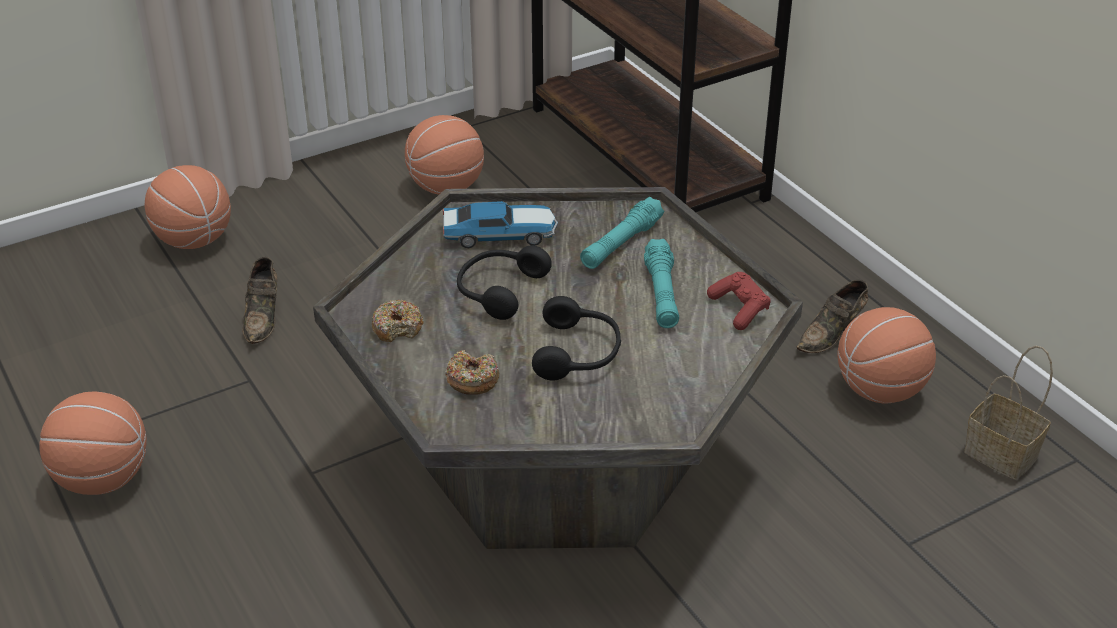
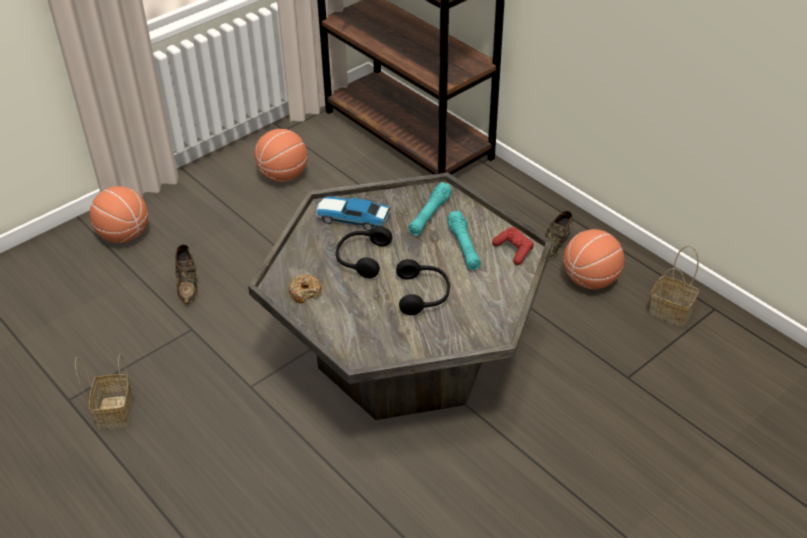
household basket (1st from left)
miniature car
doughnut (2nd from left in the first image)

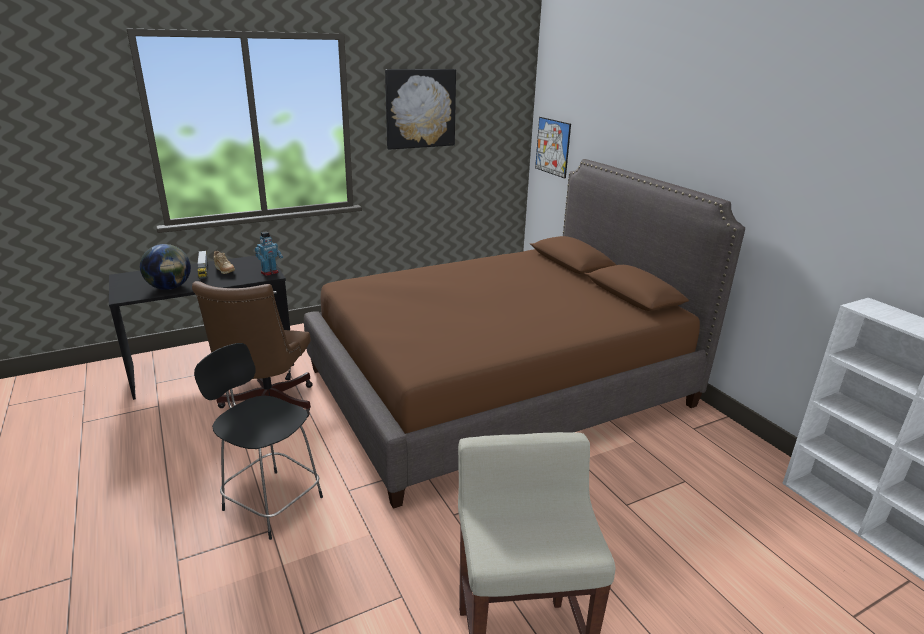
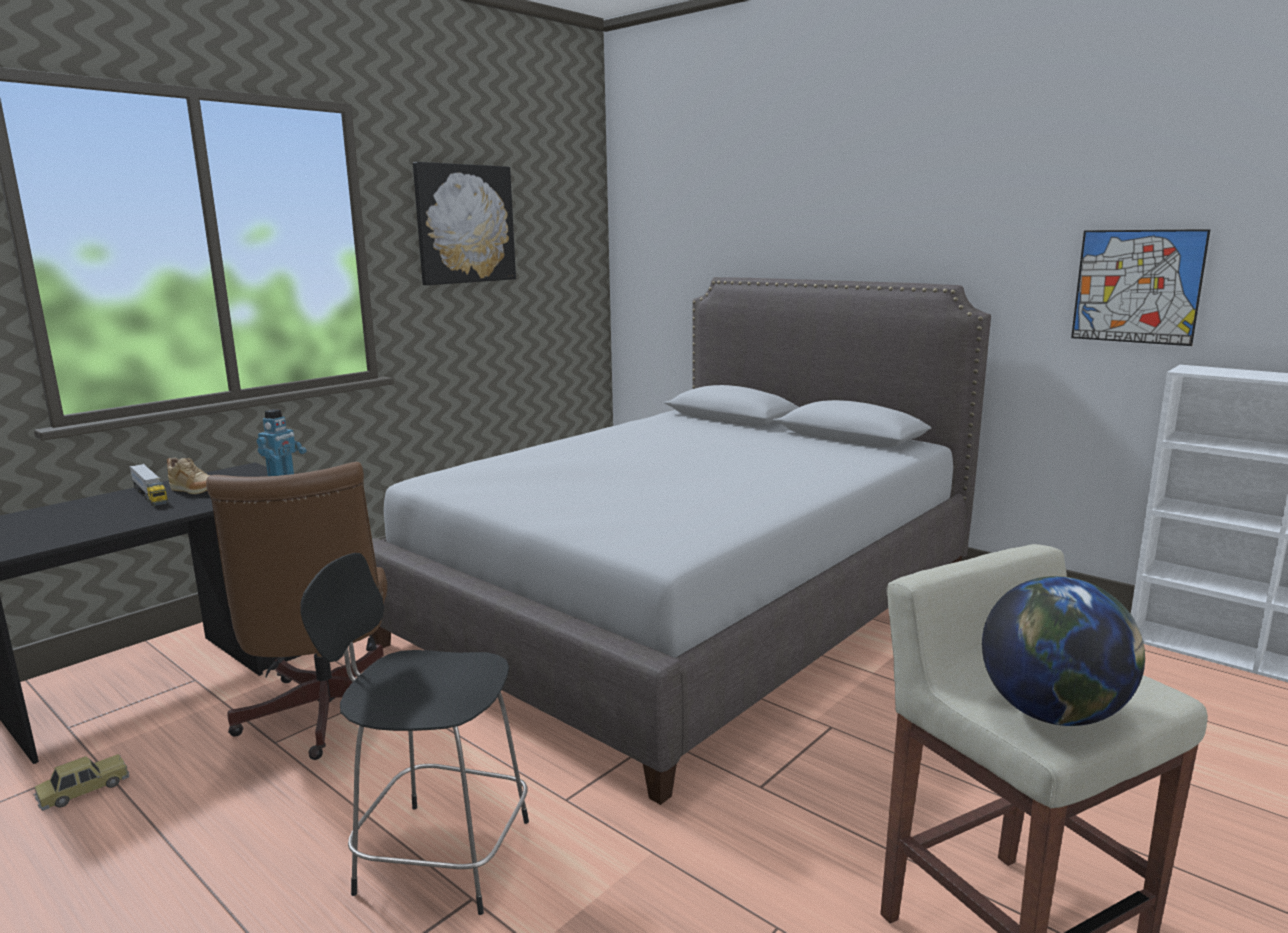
desk globe
gray bedroom bed
wall art (2nd from left)
miniature car

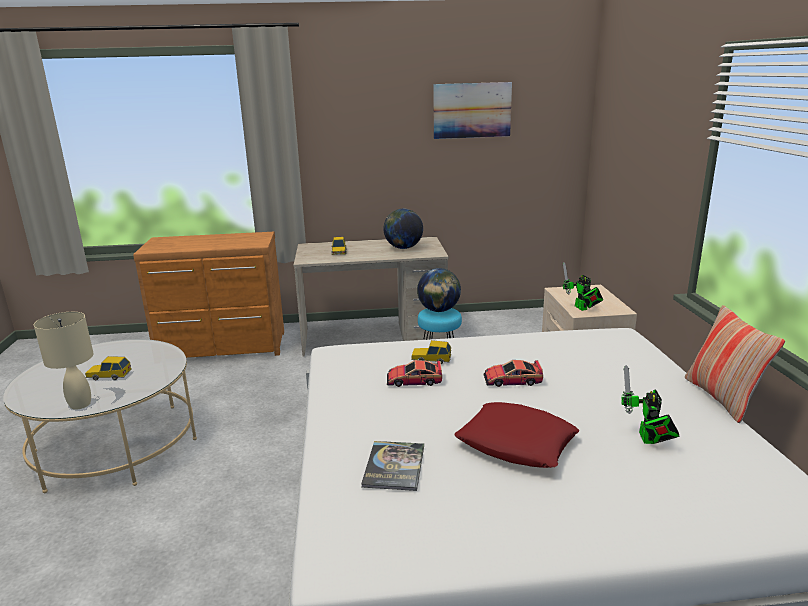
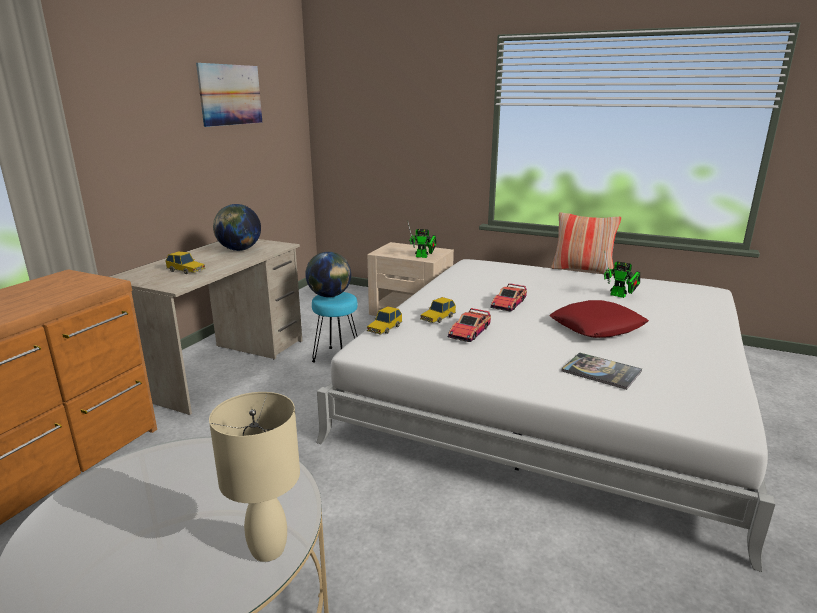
miniature car (2nd from left)

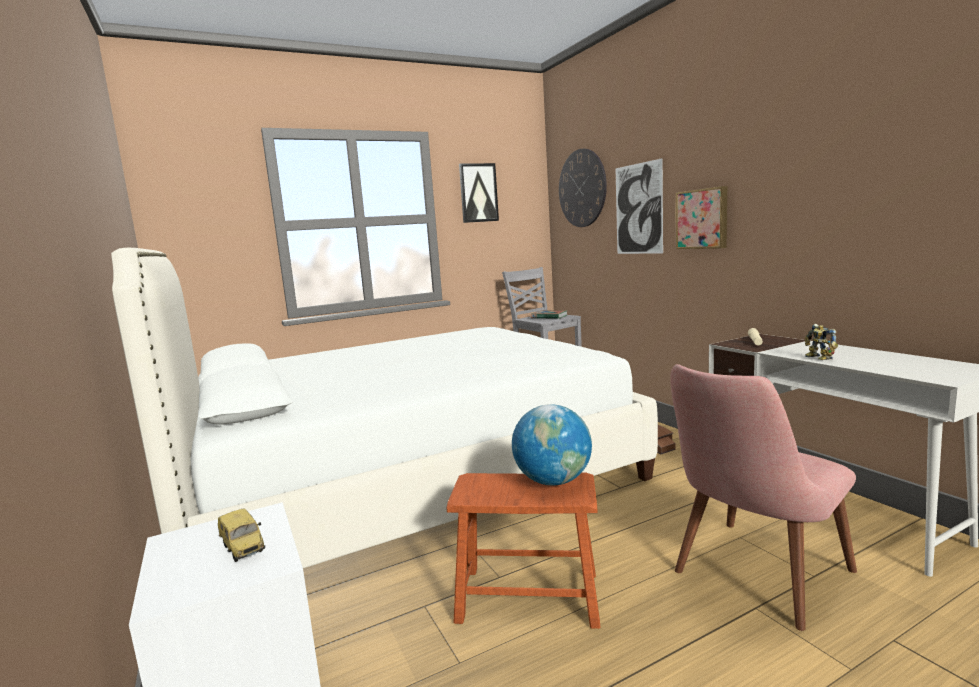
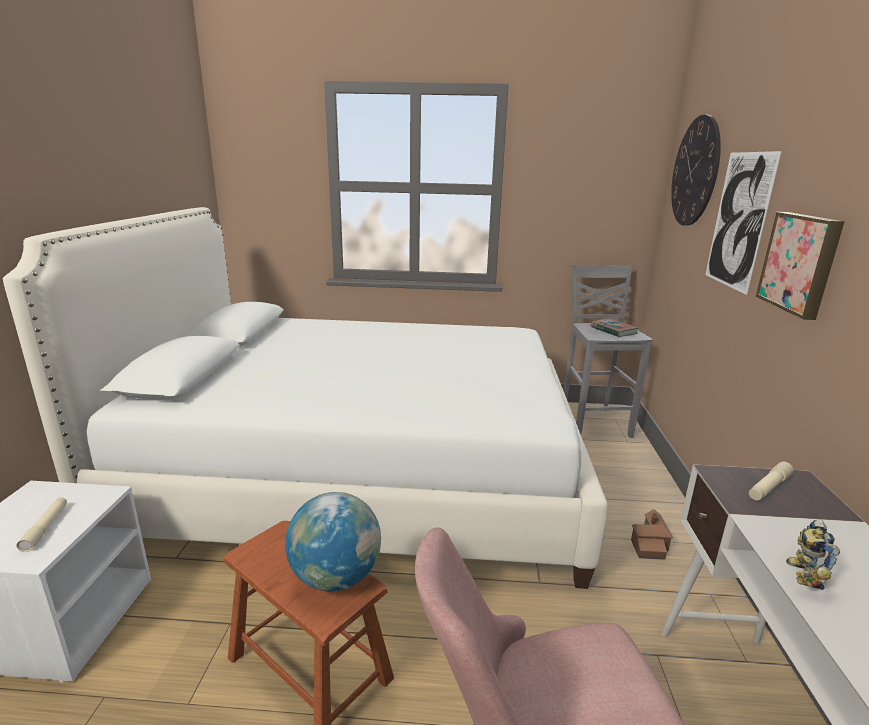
sand-coloured torch (1st from left)
wall art (1st from left in the first image)

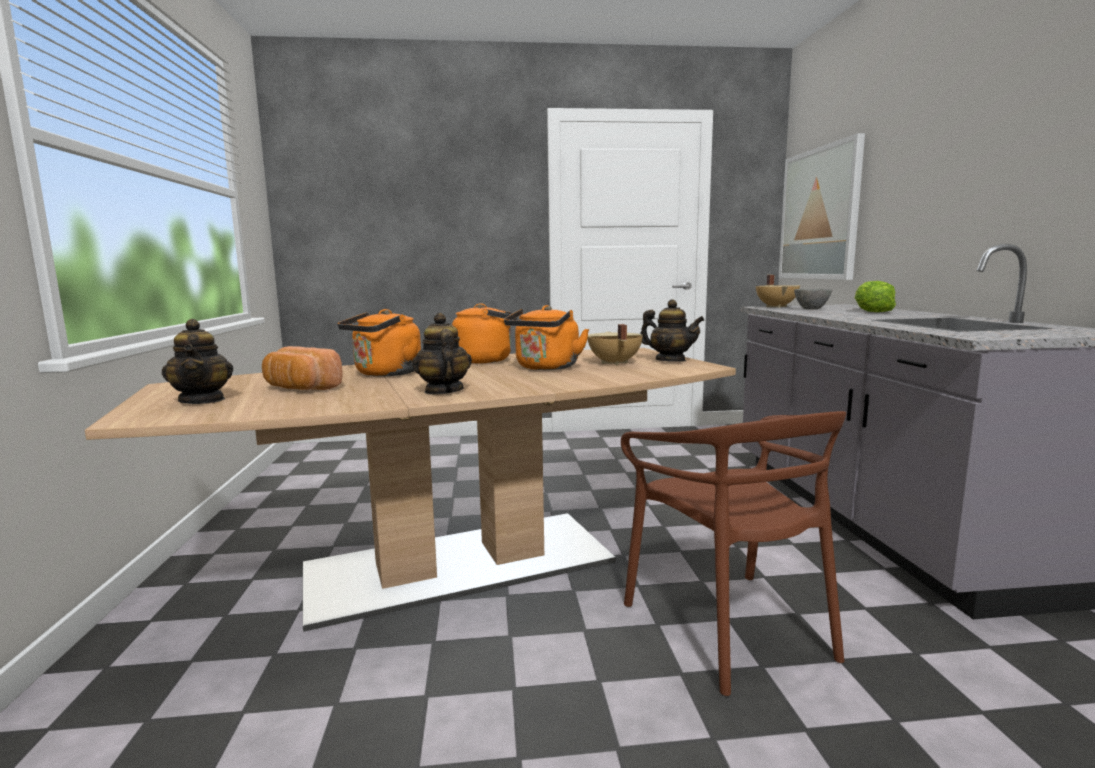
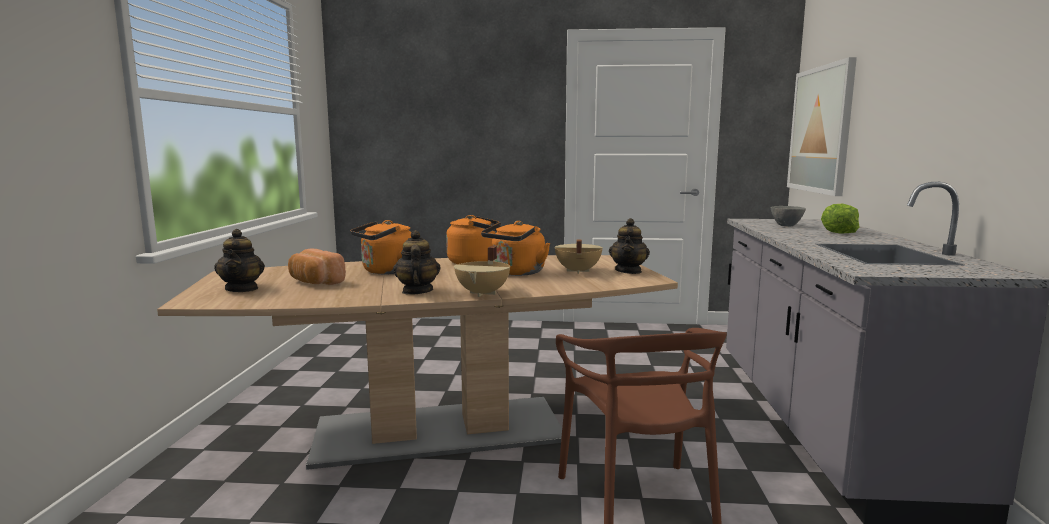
teapot (3rd from left)
sand-coloured stockpot (1st from left)

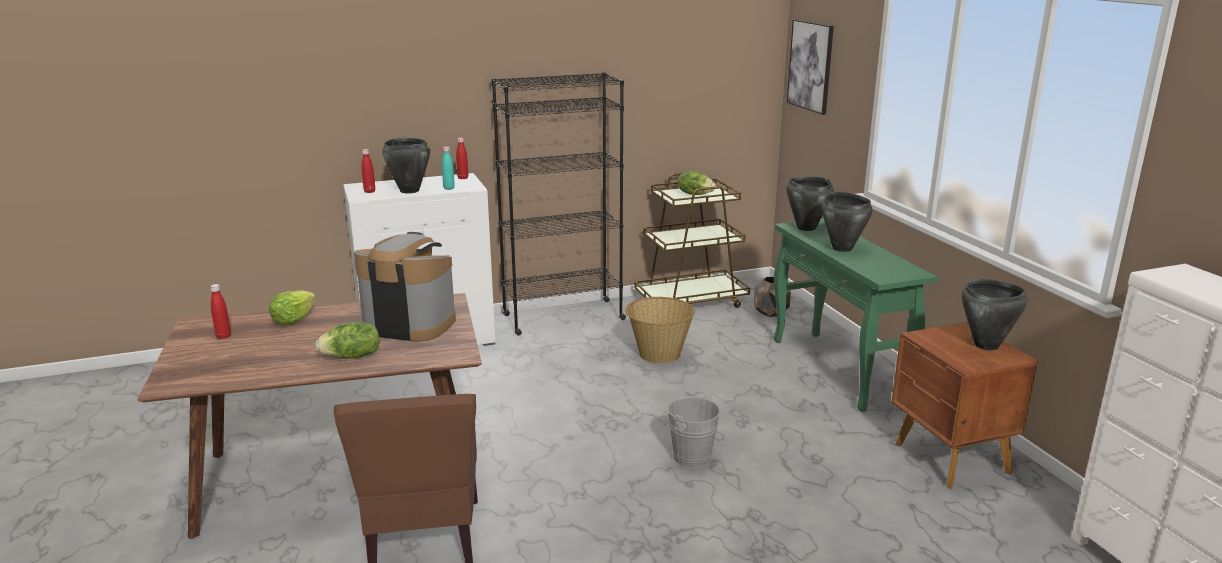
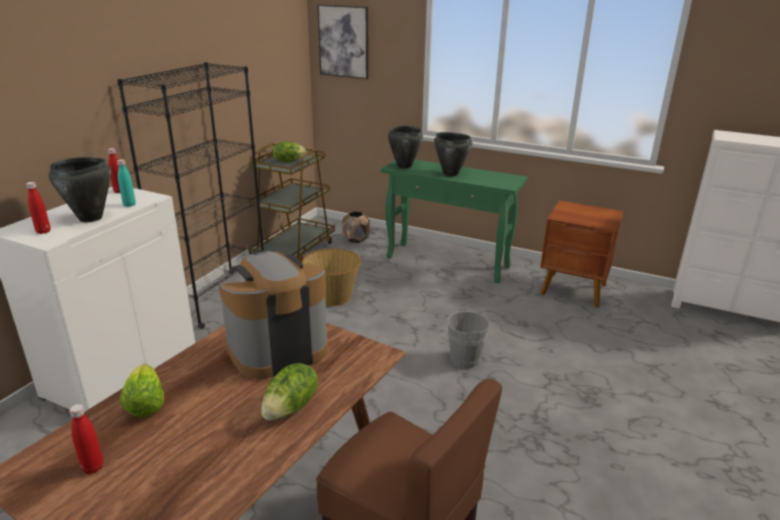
blackish stockpot (4th from left in the first image)

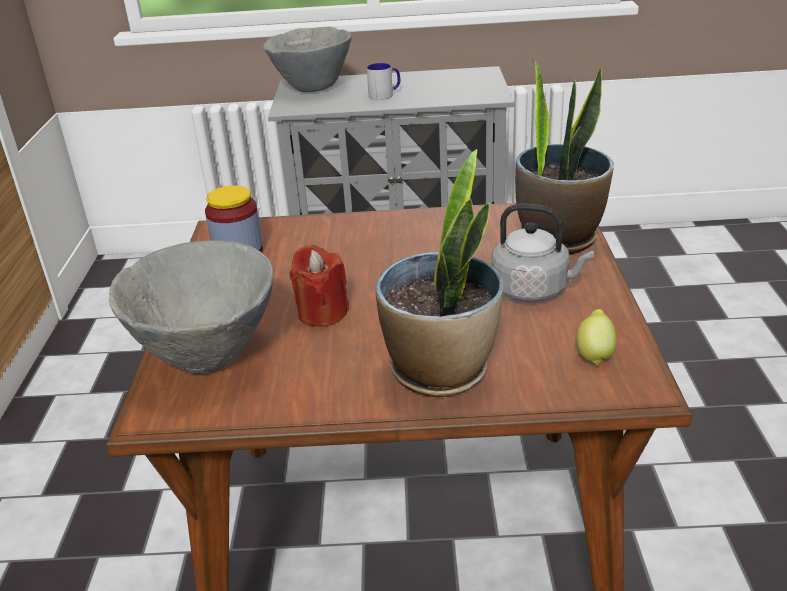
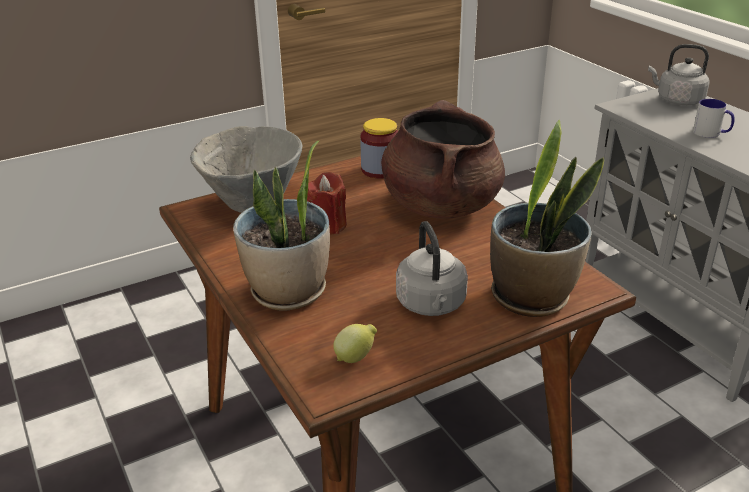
gray tea kettle (2nd from left)
brownish stockpot

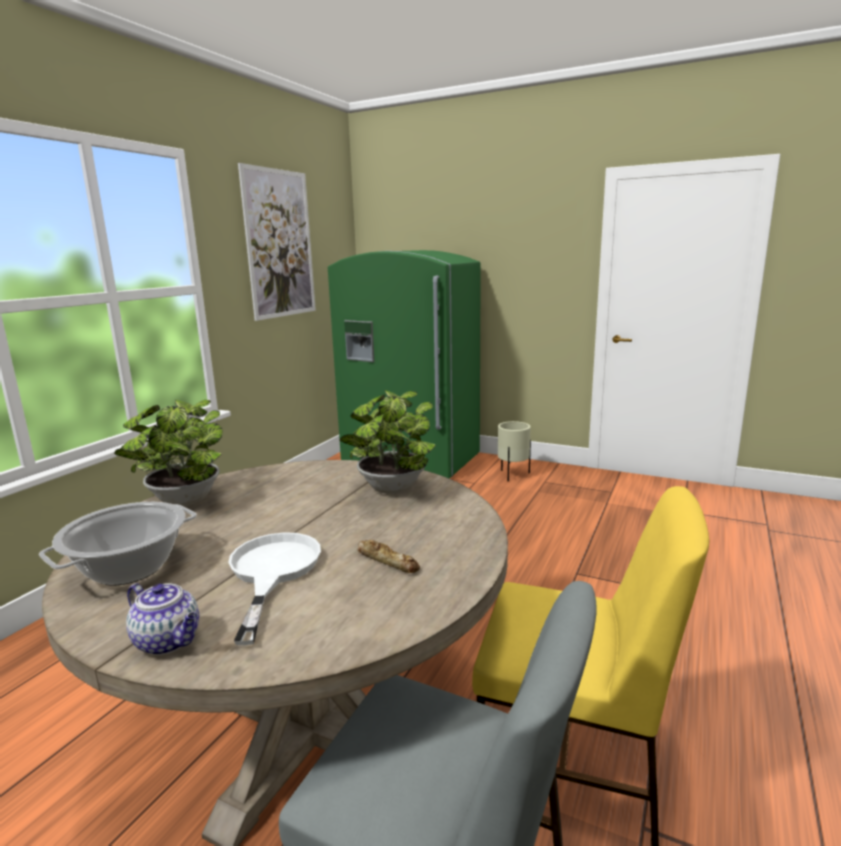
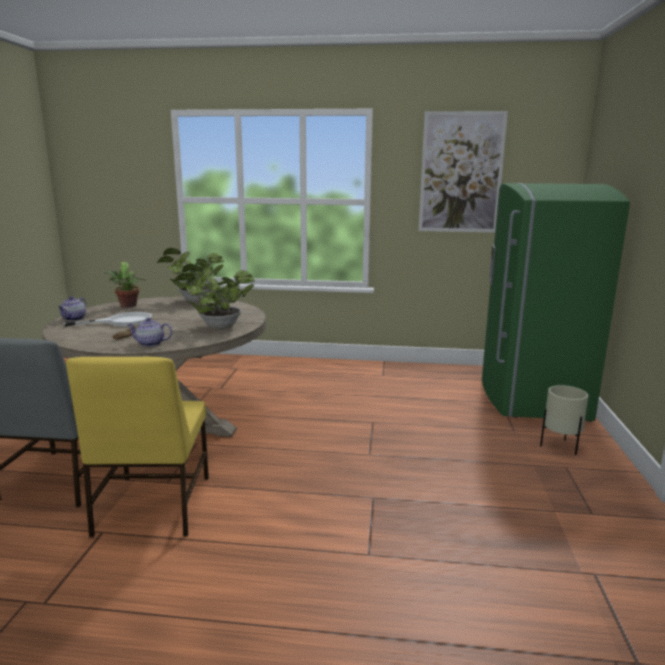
potted plant (1st from left)
teapot (2nd from left)

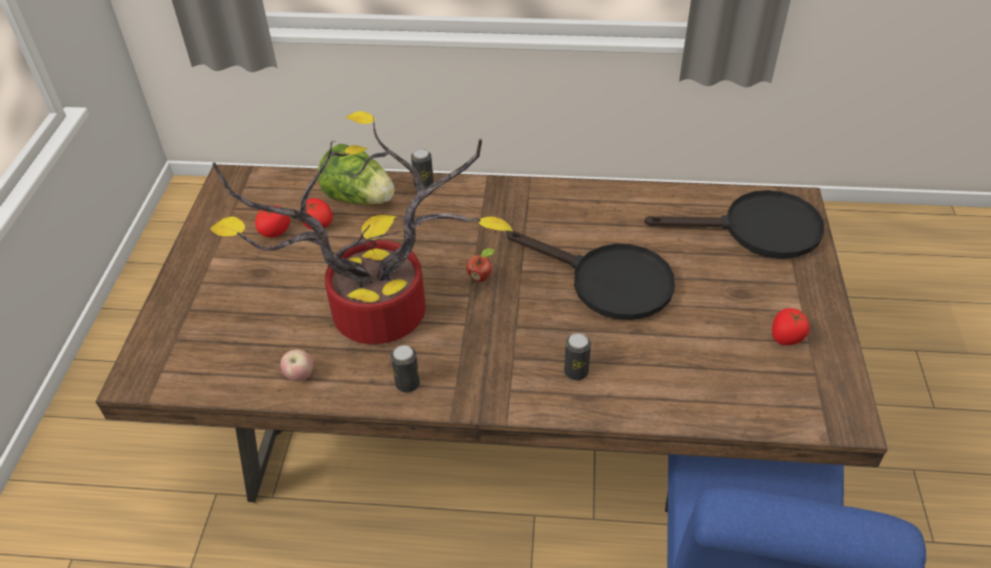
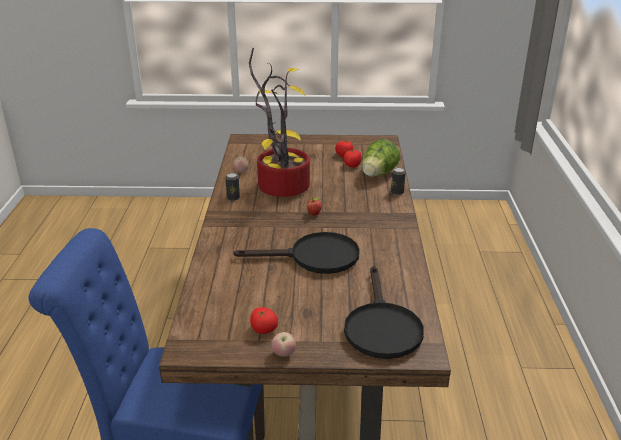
blackish frying pan (1st from left)
can (3rd from left in the first image)
whole apple (2nd from left)

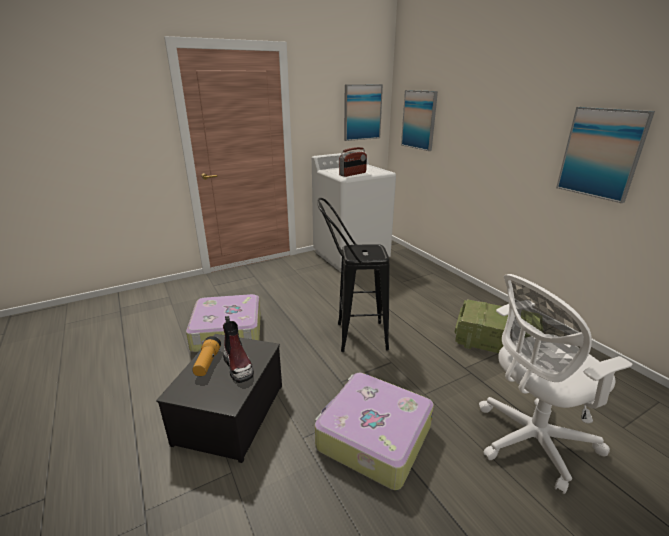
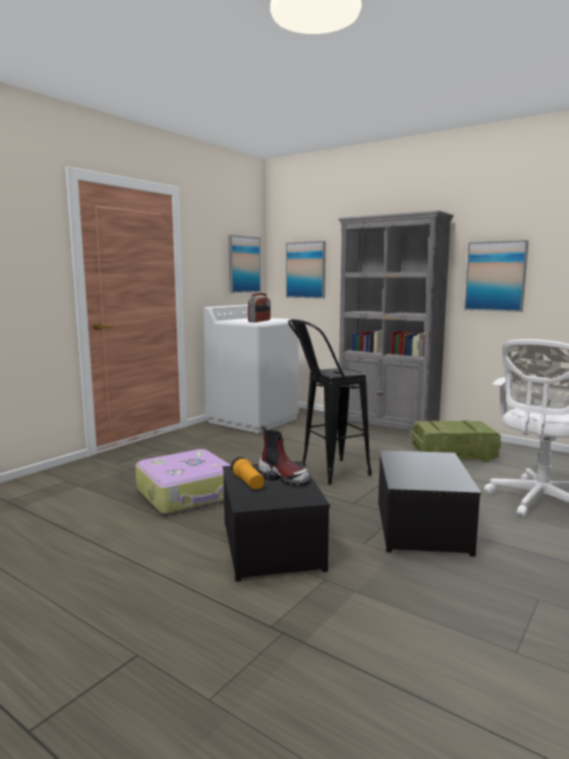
storage bin (2nd from left)
gray bookcase

